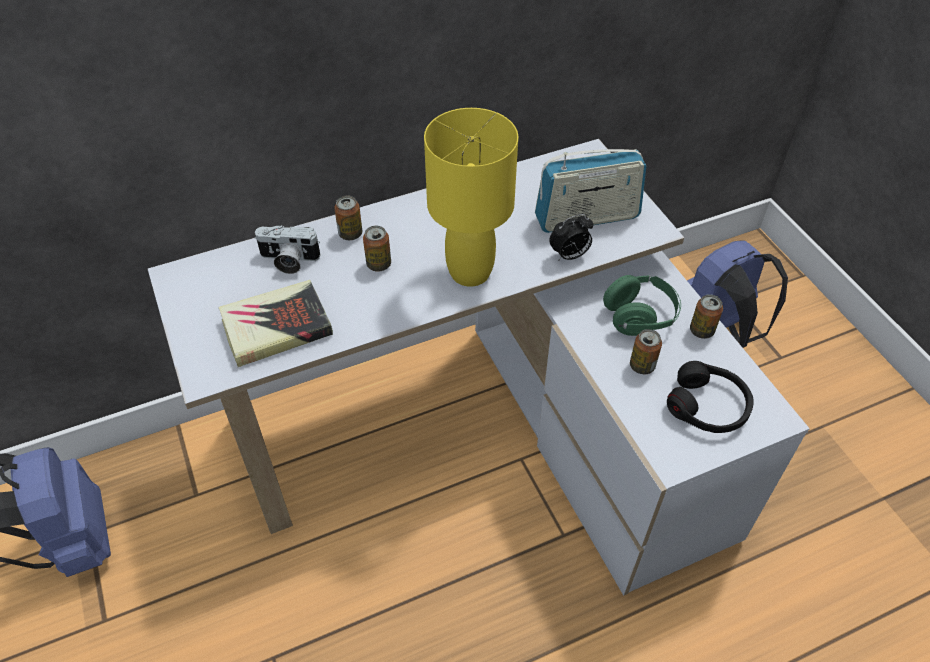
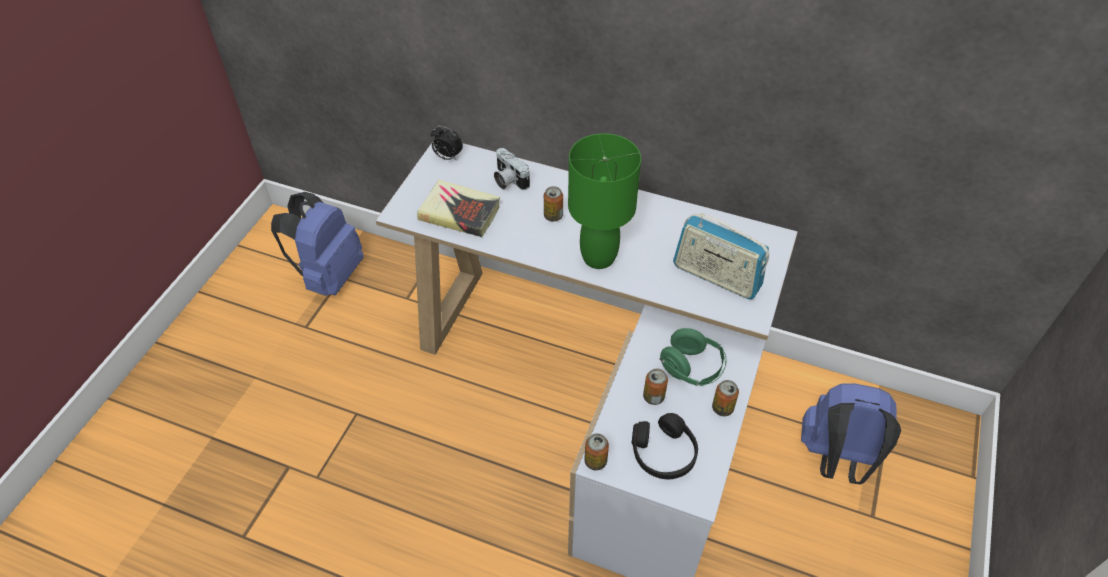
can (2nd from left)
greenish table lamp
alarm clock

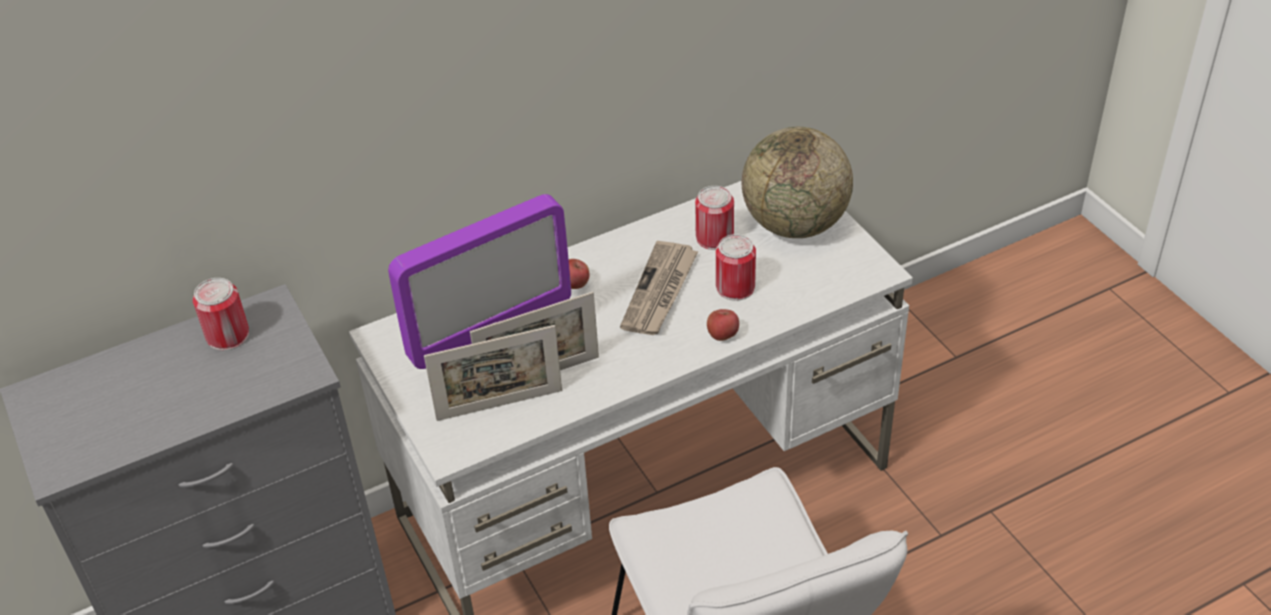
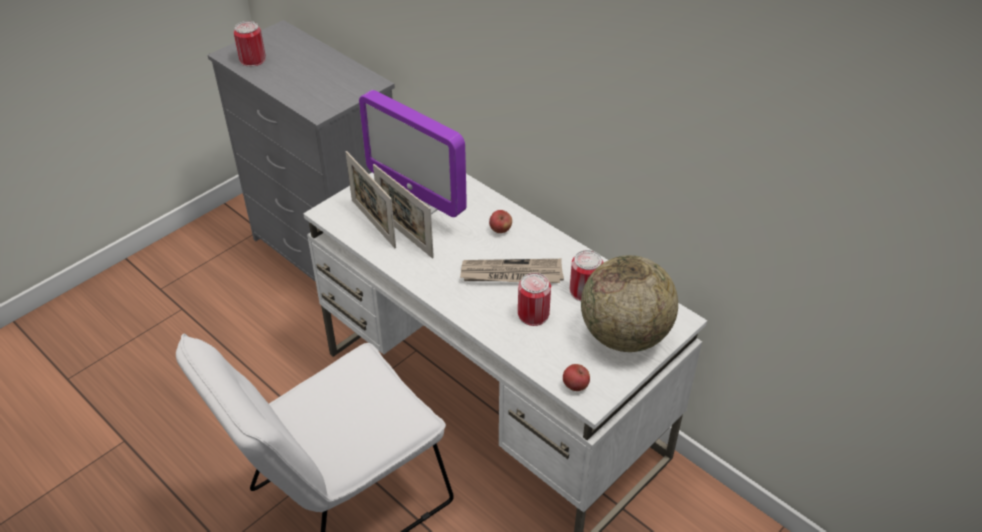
can (1st from left)
whole apple (2nd from left)

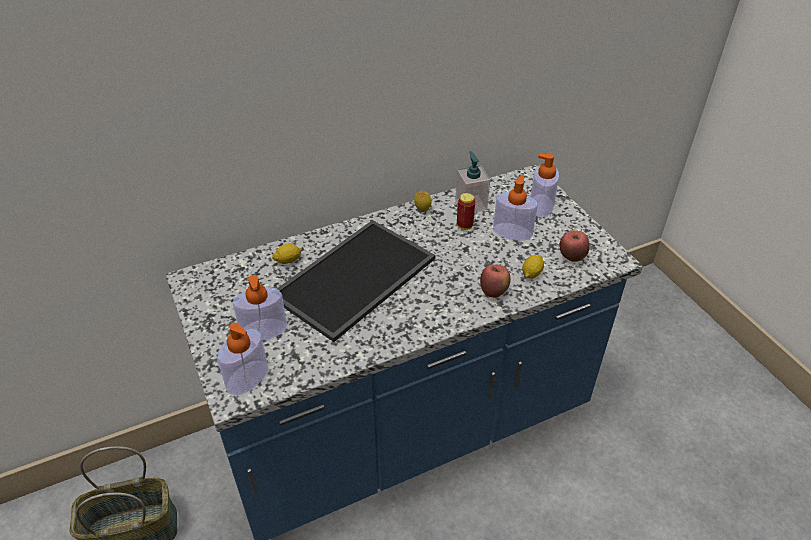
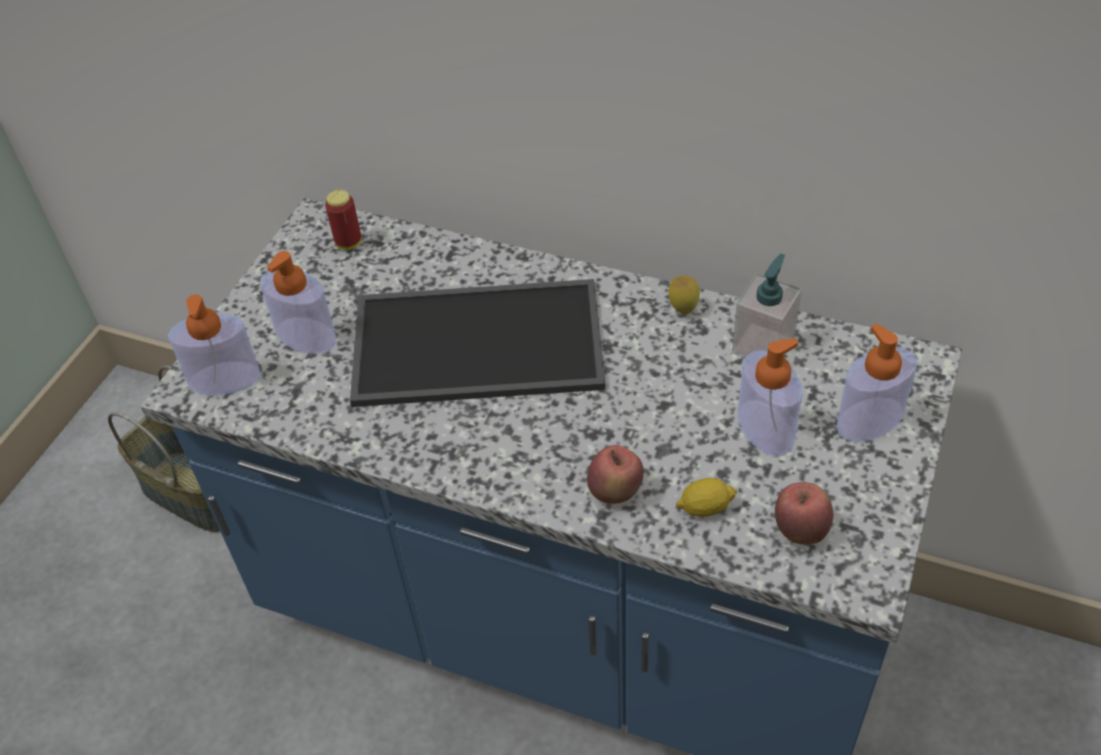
lemon (1st from left in the first image)
can

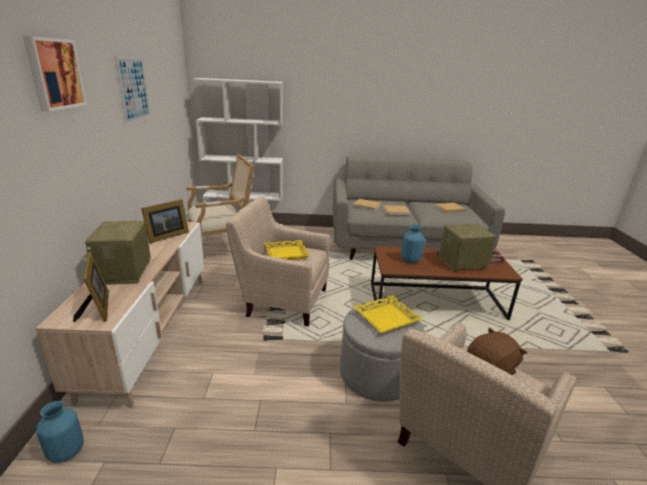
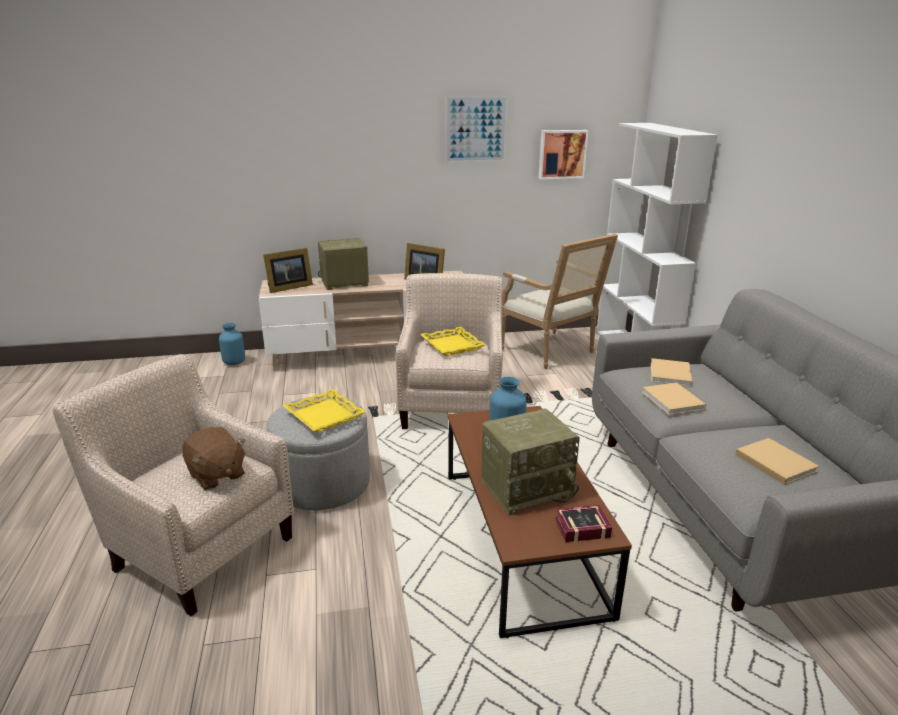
wall art (2nd from left)
radio receiver (2nd from left)

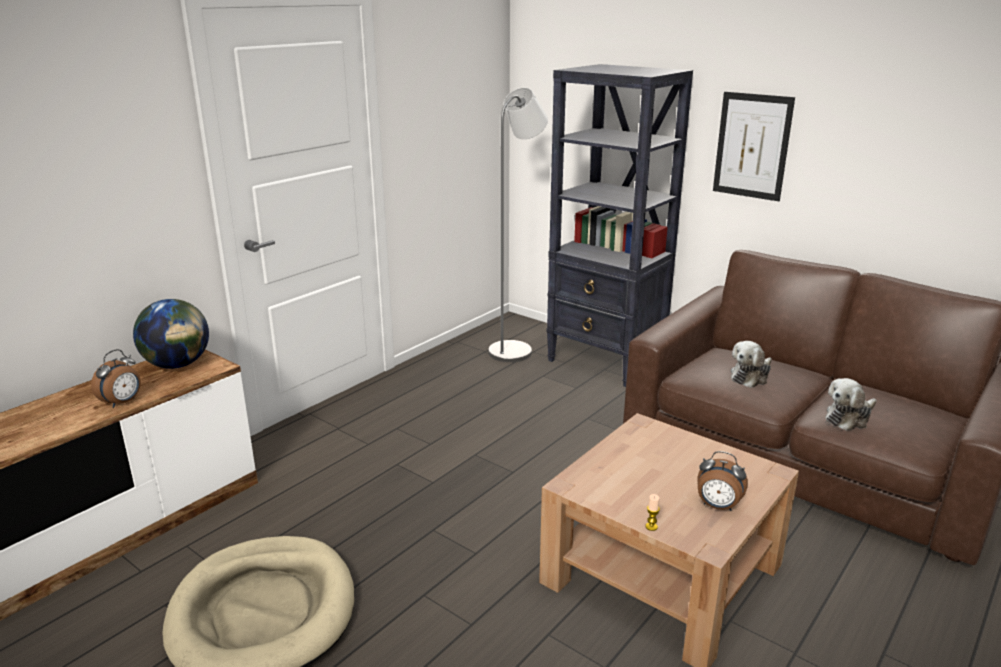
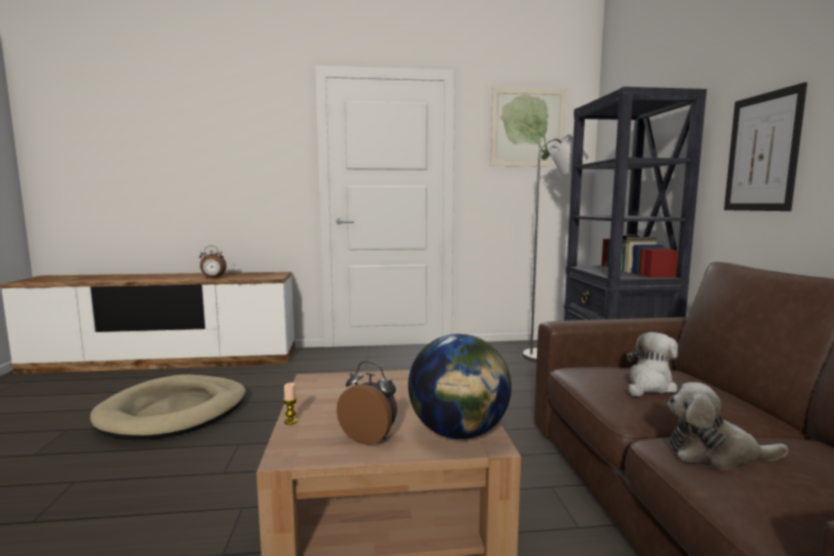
desk globe
alarm clock (2nd from left)
plush toy (1st from left)
wall art (1st from left)

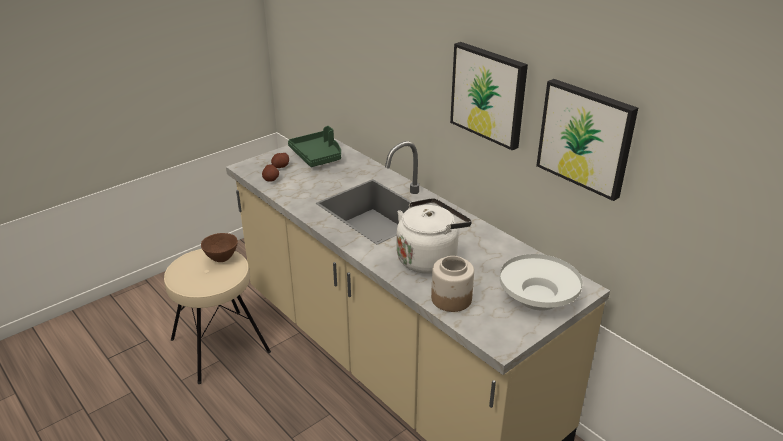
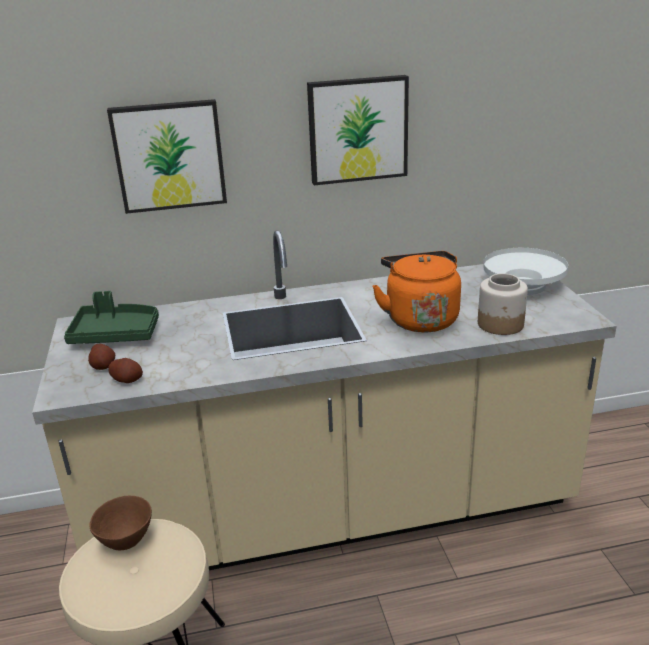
orange-coloured tea kettle
wall art (1st from left)

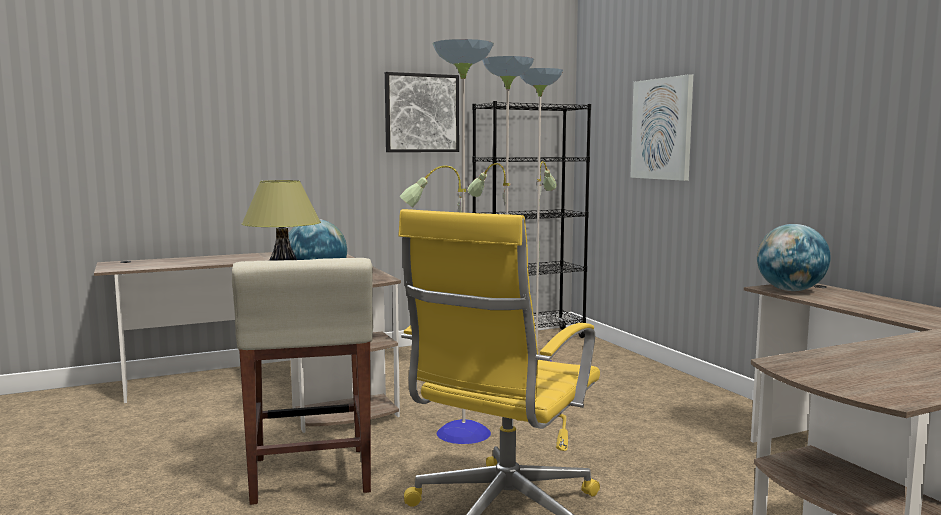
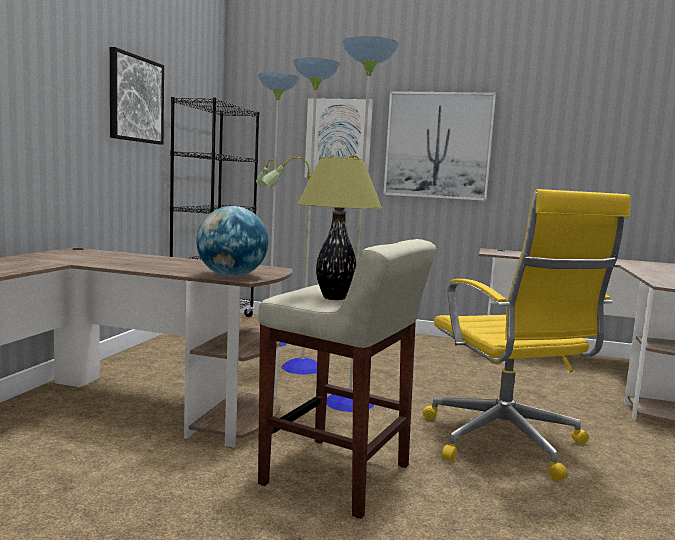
desk globe (2nd from left in the first image)
wall art (3rd from left)

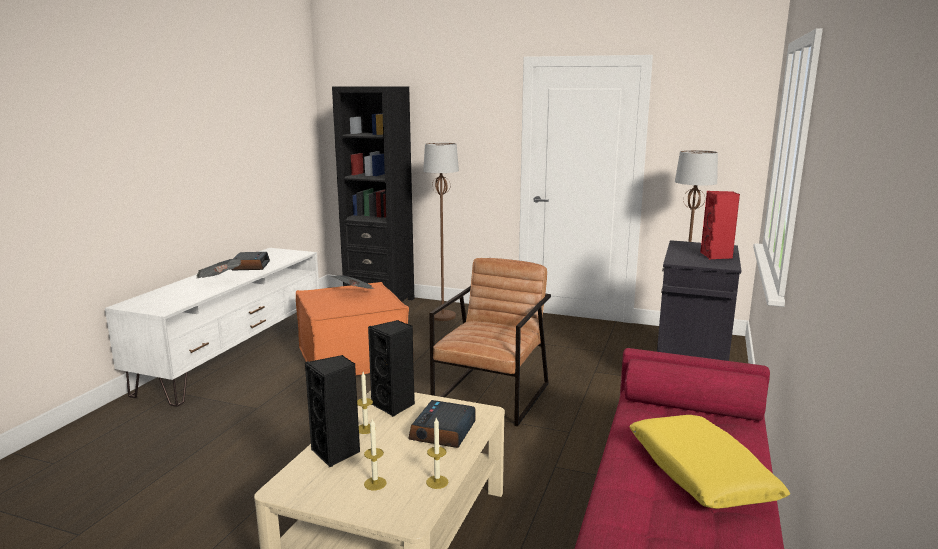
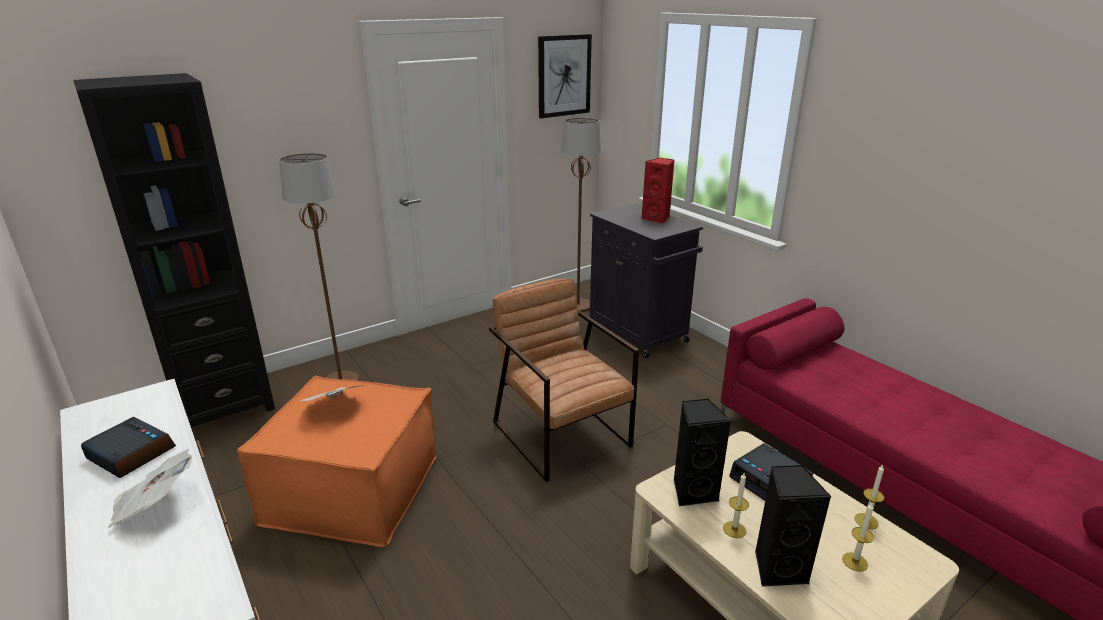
yellow-coloured pillow
wall art

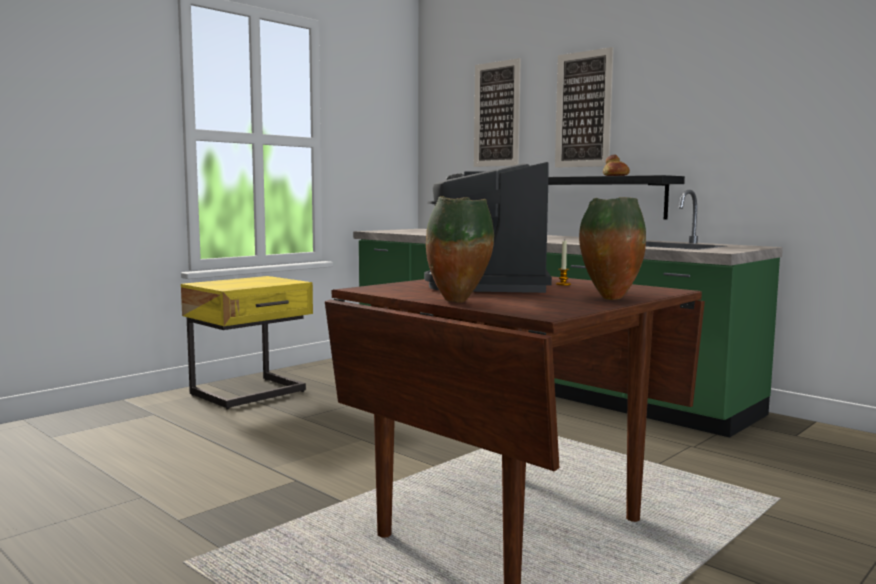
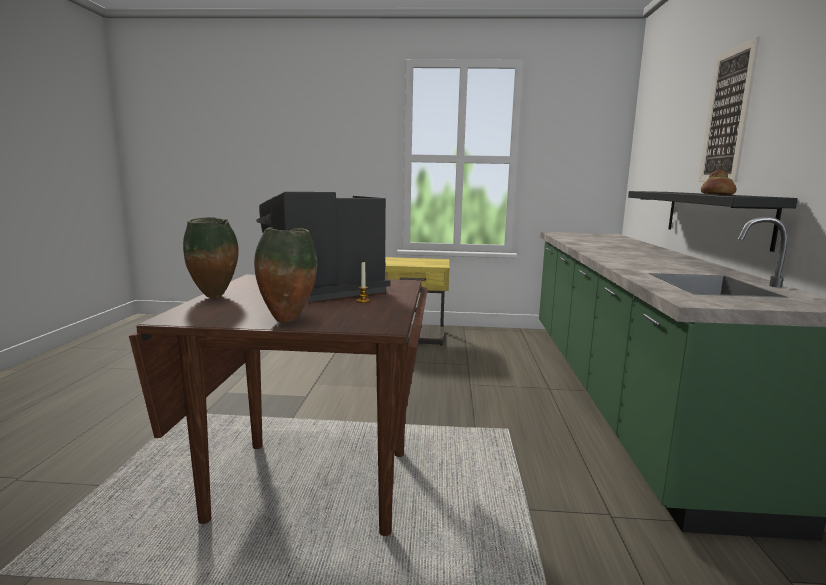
wall art (1st from left in the first image)

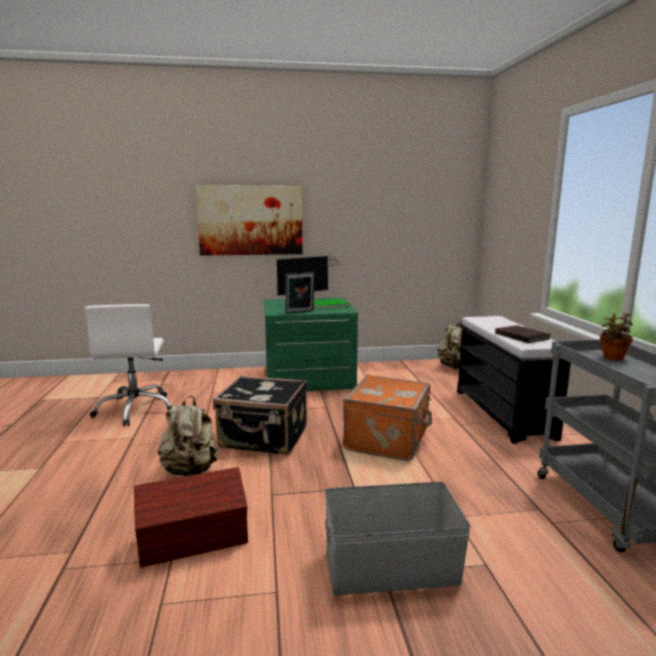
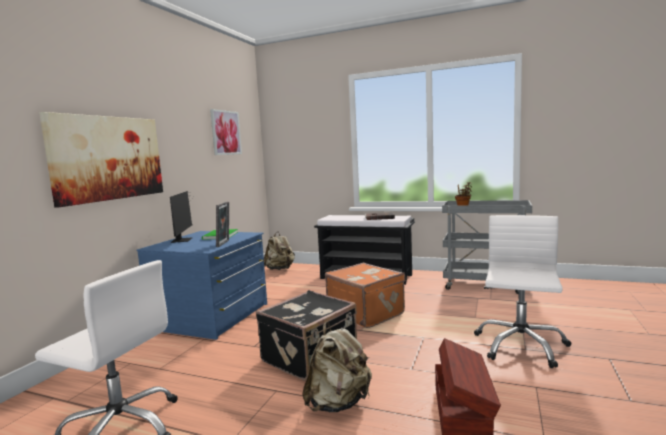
bluish dresser
white desk chair (2nd from left)
wall art (2nd from left)

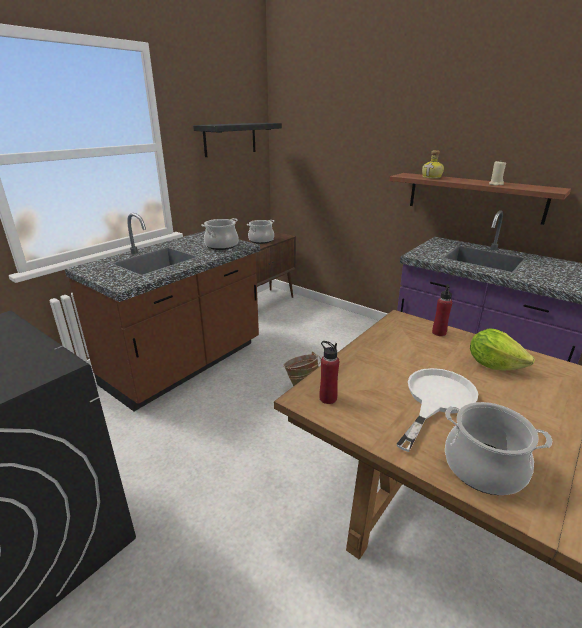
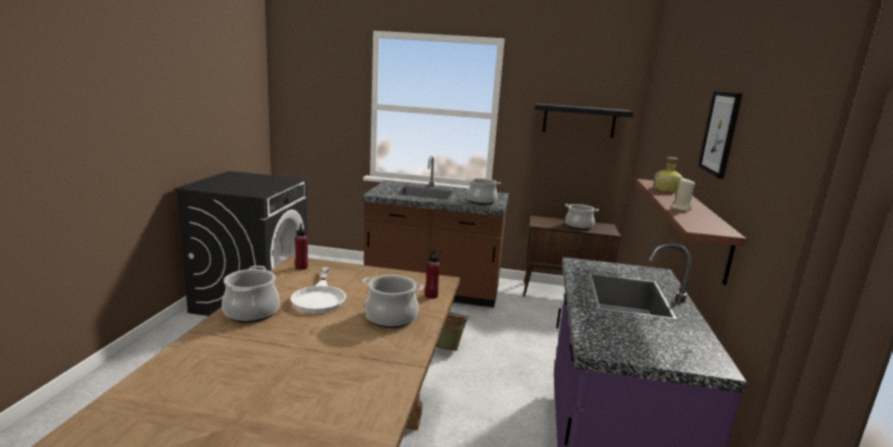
white frying pan
stockpot (2nd from left)
wall art

